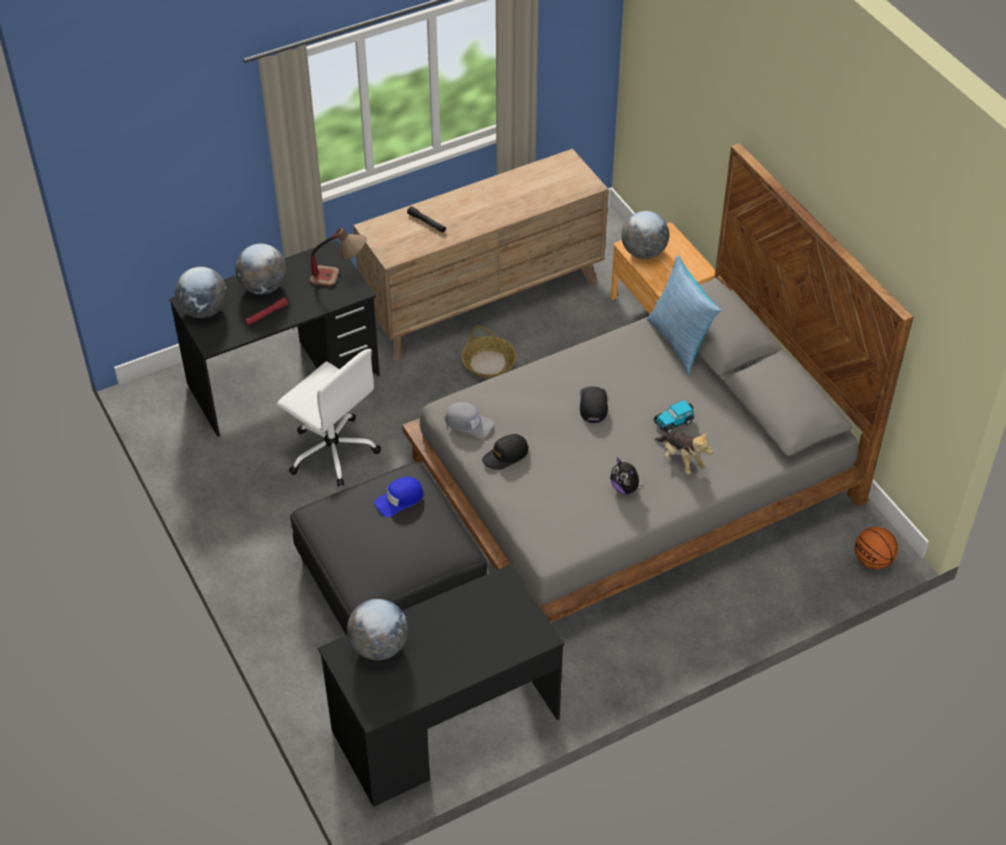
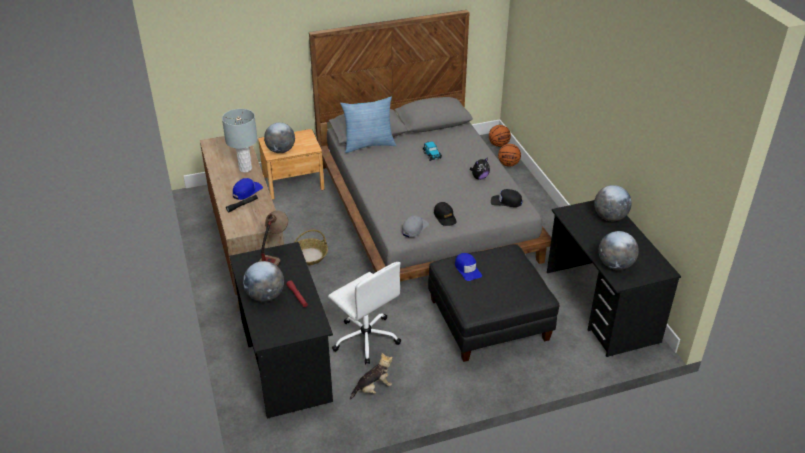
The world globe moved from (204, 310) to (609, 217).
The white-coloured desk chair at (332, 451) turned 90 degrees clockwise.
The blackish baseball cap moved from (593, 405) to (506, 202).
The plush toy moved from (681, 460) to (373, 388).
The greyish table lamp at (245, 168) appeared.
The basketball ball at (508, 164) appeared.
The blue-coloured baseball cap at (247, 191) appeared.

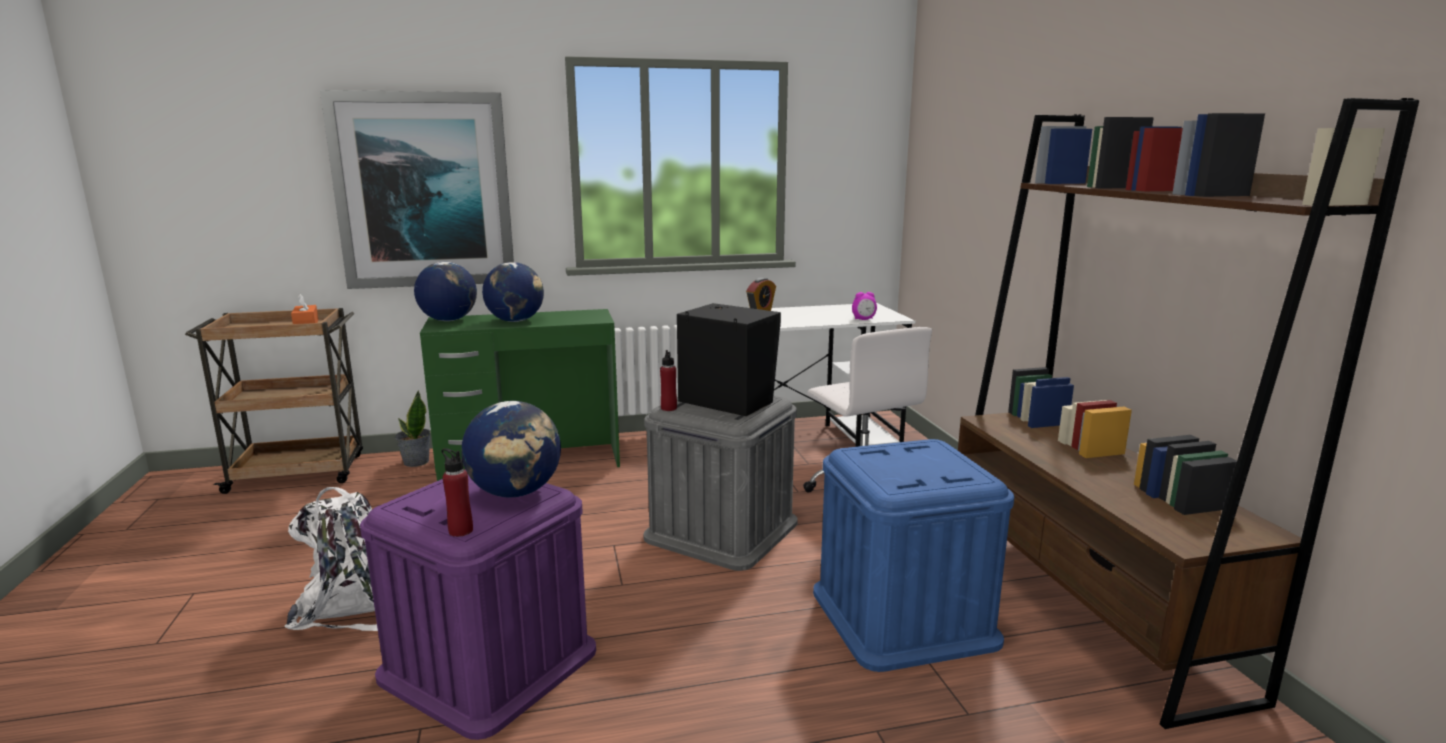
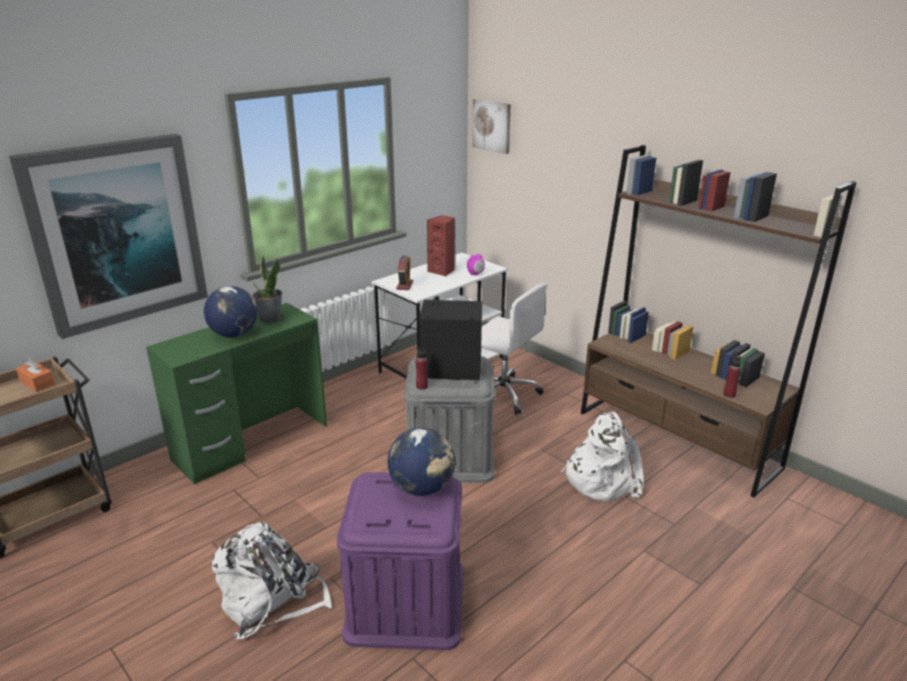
The world globe at (448, 320) disappeared.
The houseplant moved from (415, 462) to (270, 318).
The blue-coloured storage container at (903, 616) was replaced by the white-coloured backpack at (601, 479).
The red beverage bottle moved from (460, 531) to (729, 394).
The wall picture at (492, 125) appeared.
The red loudspeaker at (442, 271) appeared.

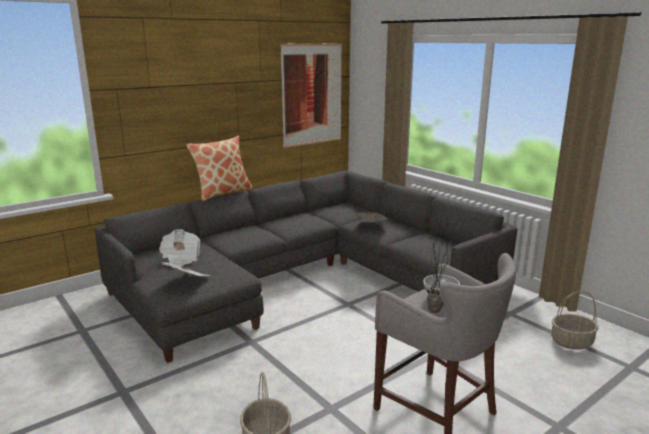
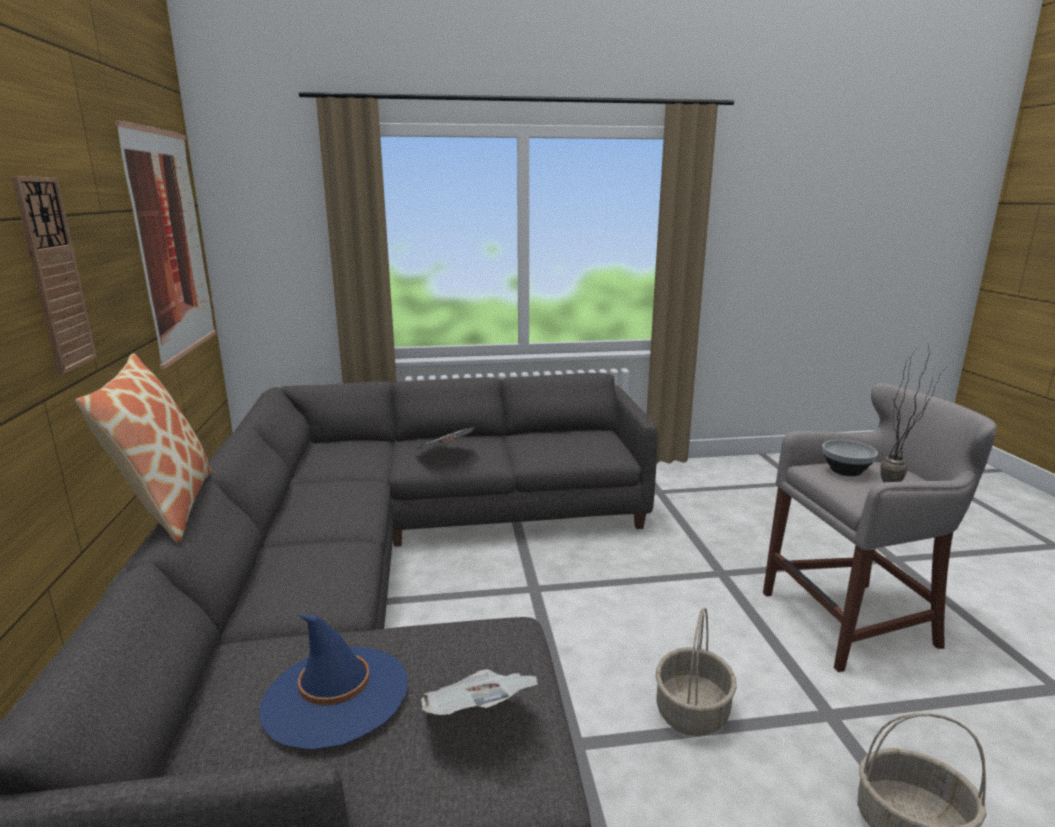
The newspaper at (180, 259) was replaced by the blue-coloured wearable hat at (335, 695).
The storage basket moved from (571, 342) to (692, 712).
The clock on the wall at (54, 275) appeared.

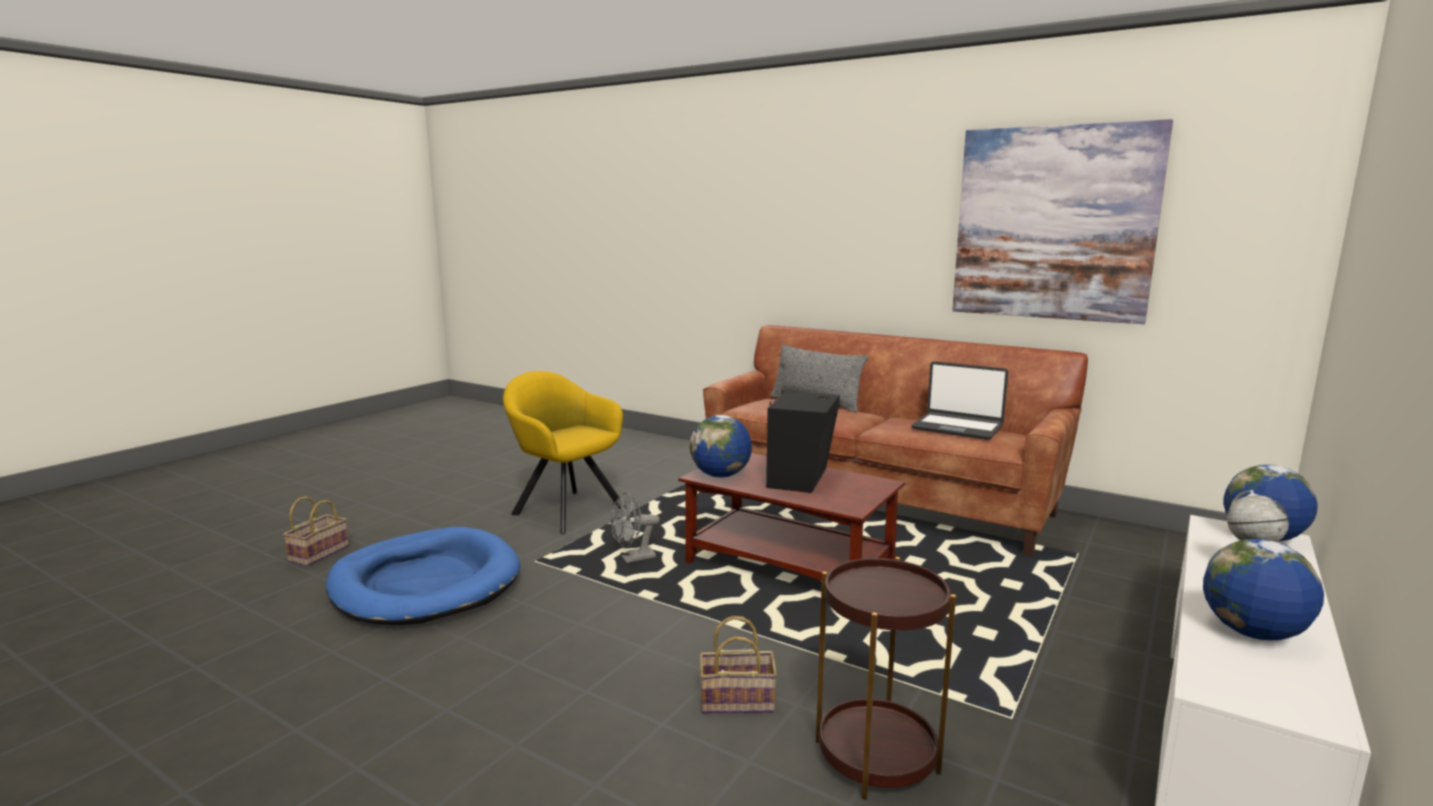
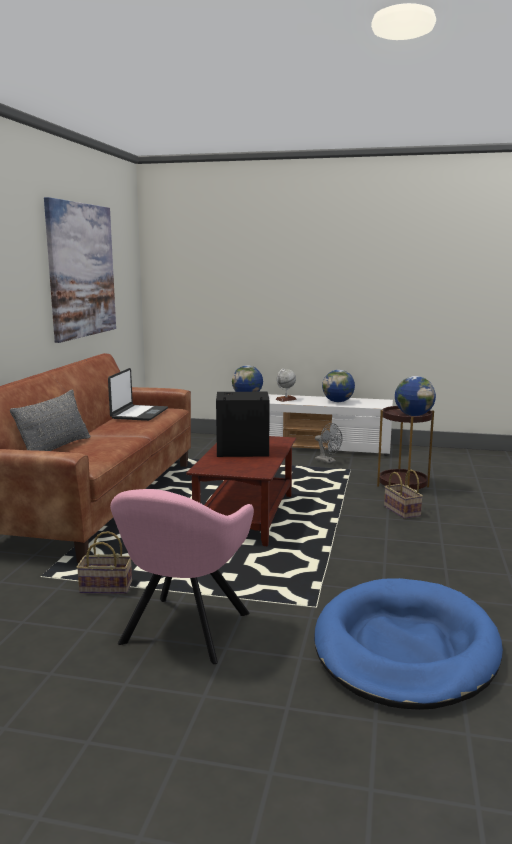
The yellow easy chair at (565, 509) became the pinkish easy chair at (182, 632).
The world globe moved from (721, 475) to (413, 415).
The greyish fan moved from (633, 559) to (328, 461).
The storage basket moved from (319, 553) to (104, 588).

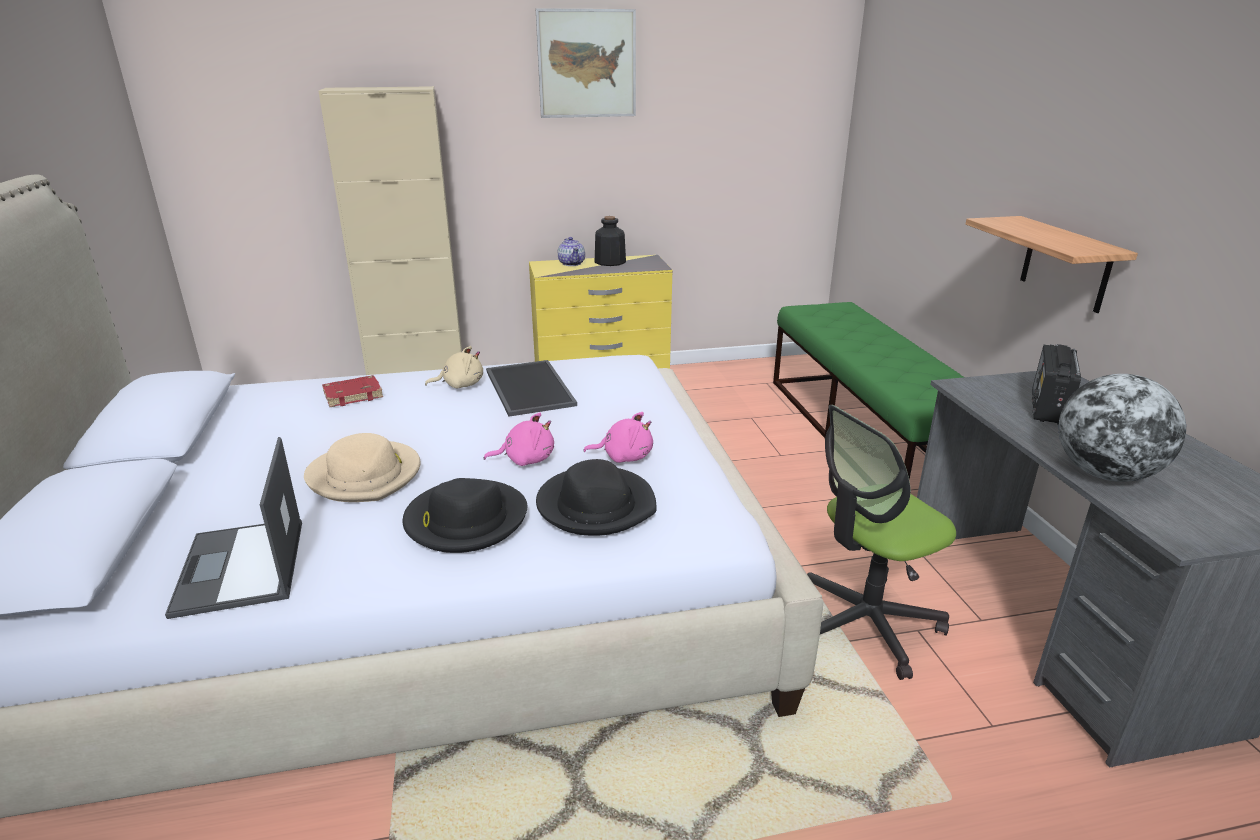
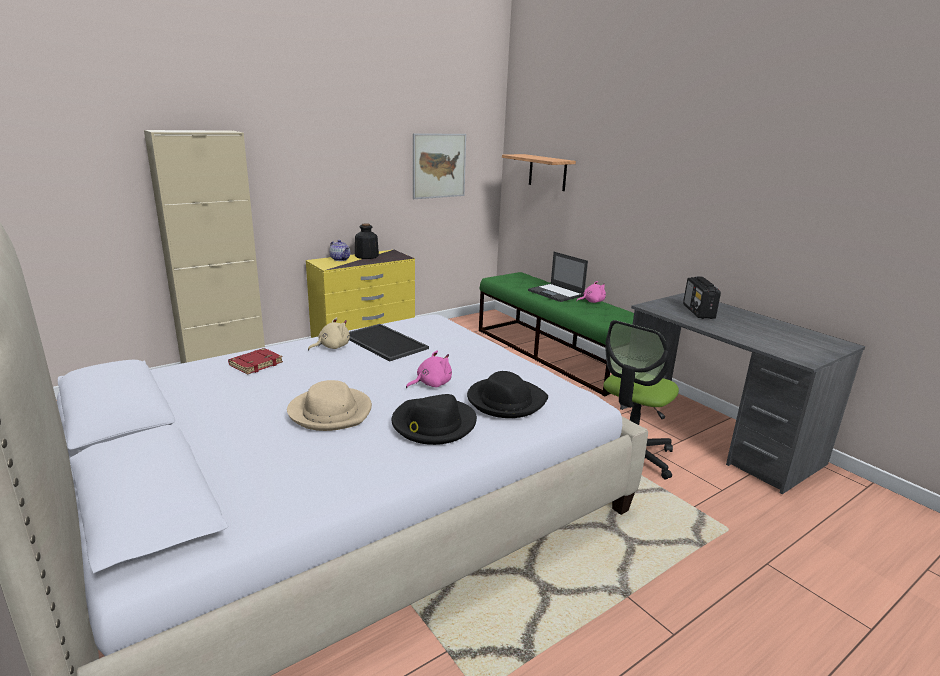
The wall picture moved from (587, 64) to (439, 166).
The wall shelf moved from (1065, 264) to (547, 172).
The world globe at (1105, 474) disappeared.
The pinkish plush toy moved from (624, 457) to (592, 301).
The notebook computer moved from (241, 568) to (556, 293).

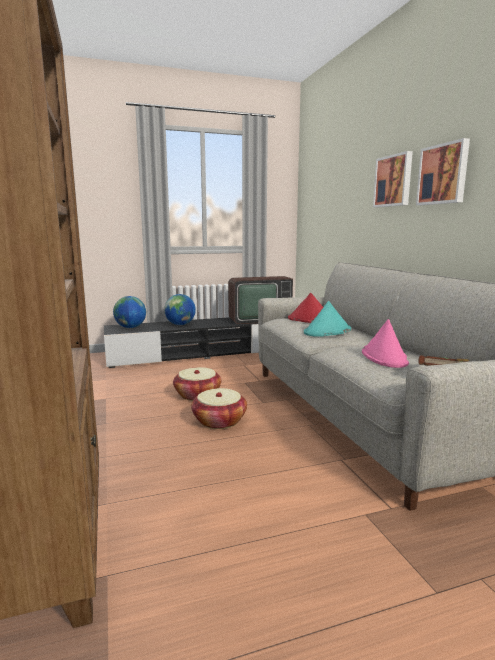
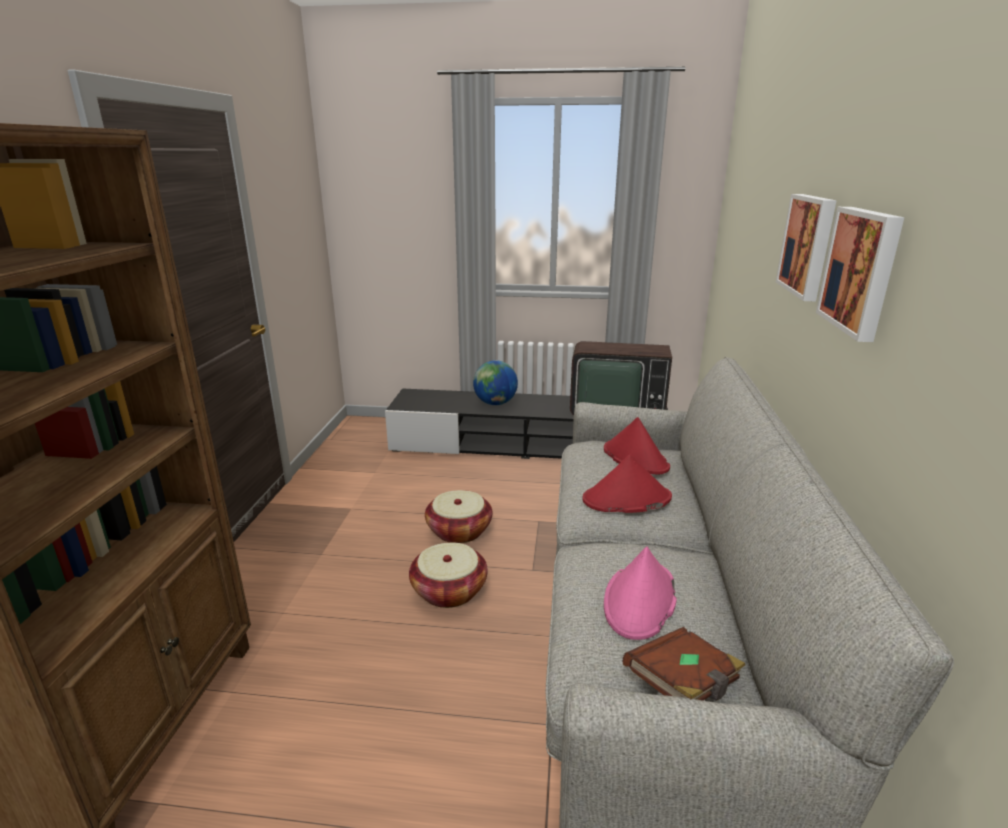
The world globe at (130, 327) disappeared.
The blue-green wearable hat at (327, 331) became the red wearable hat at (626, 499).

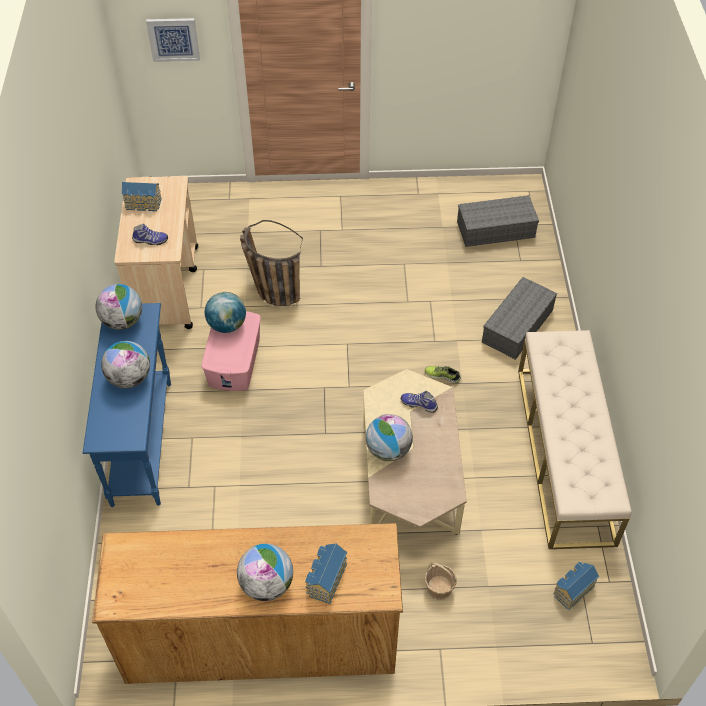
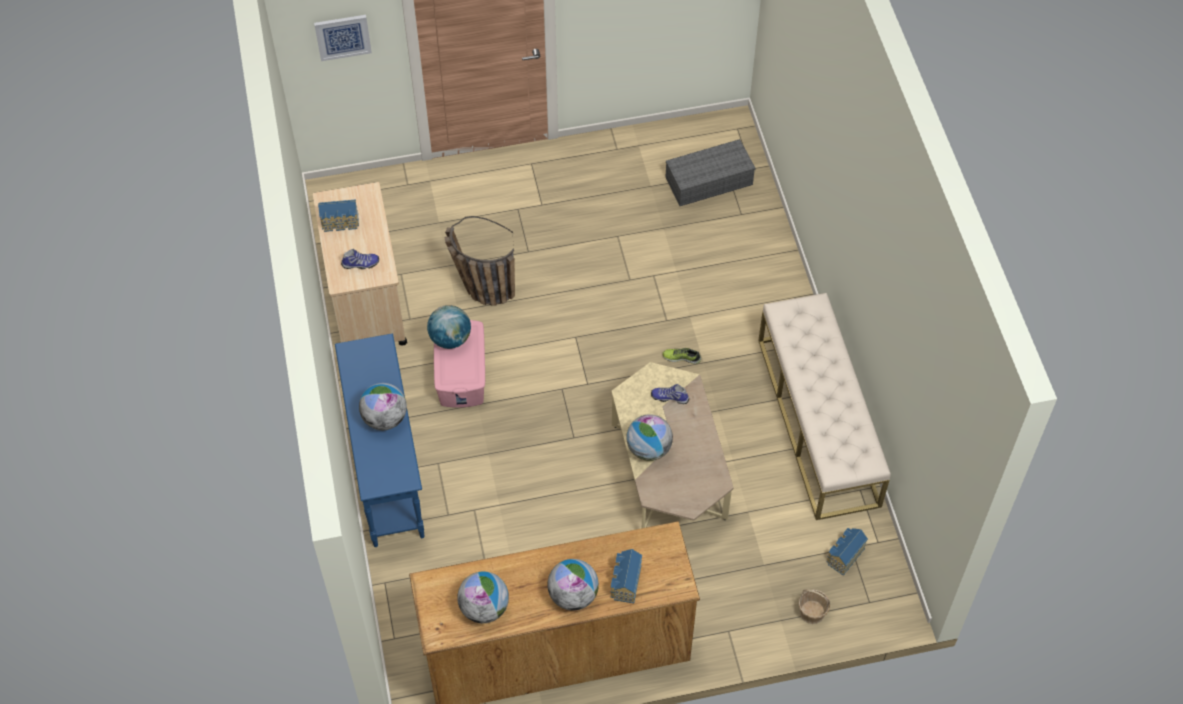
The greyish storage container at (517, 327) disappeared.
The world globe moved from (123, 321) to (484, 608).
The storage basket moved from (439, 588) to (812, 612).

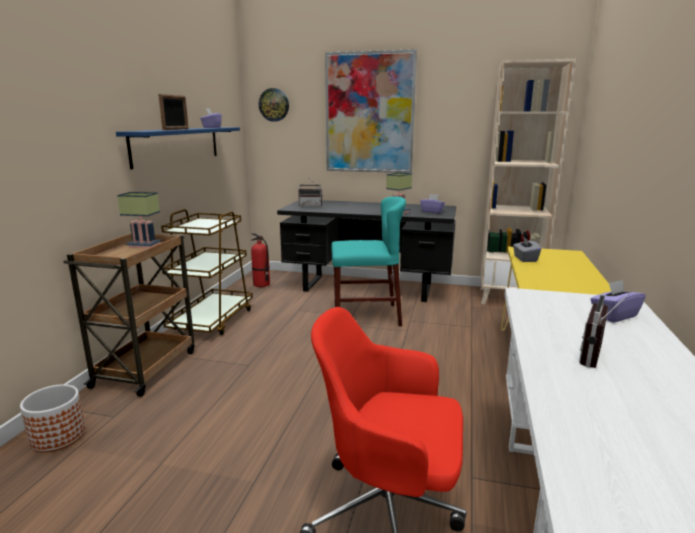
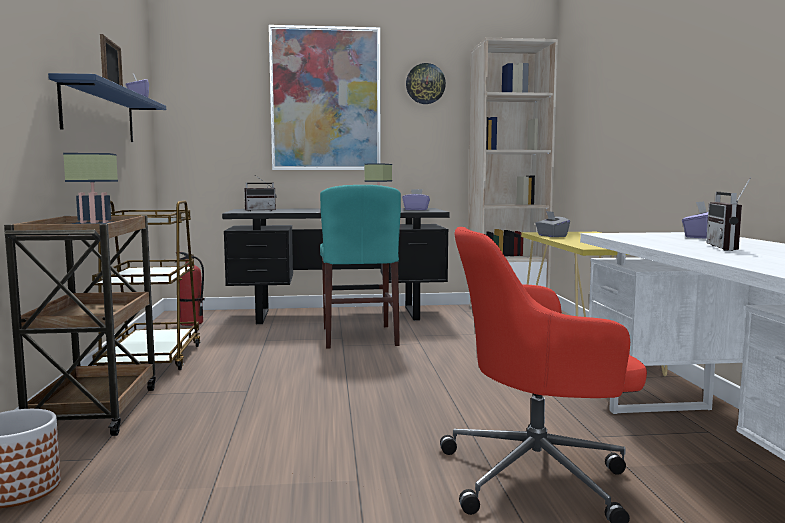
The clock on the wall moved from (274, 105) to (425, 83).
The blue-green upright chair at (366, 315) turned 105 degrees clockwise.

